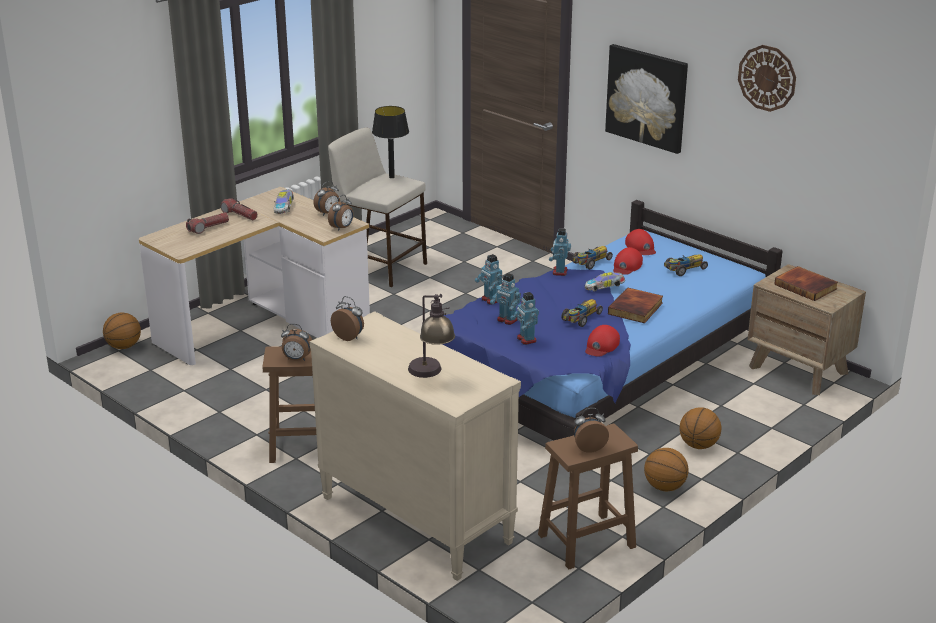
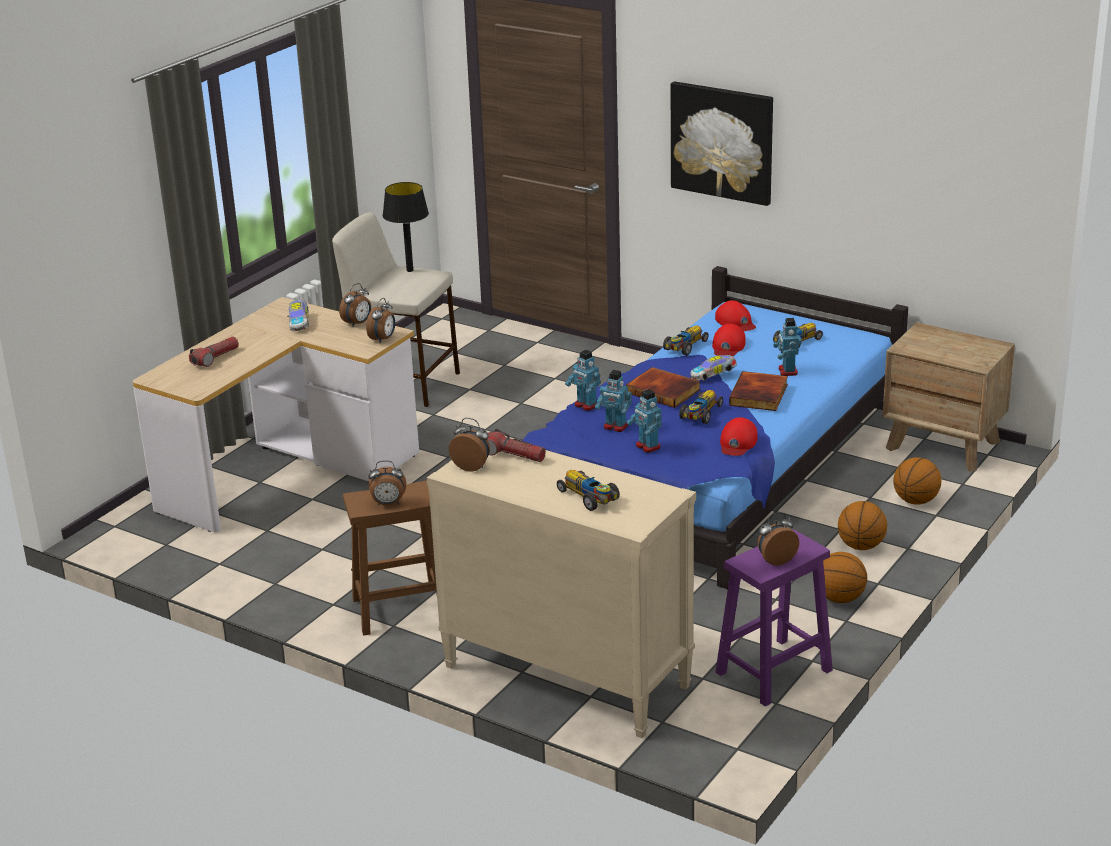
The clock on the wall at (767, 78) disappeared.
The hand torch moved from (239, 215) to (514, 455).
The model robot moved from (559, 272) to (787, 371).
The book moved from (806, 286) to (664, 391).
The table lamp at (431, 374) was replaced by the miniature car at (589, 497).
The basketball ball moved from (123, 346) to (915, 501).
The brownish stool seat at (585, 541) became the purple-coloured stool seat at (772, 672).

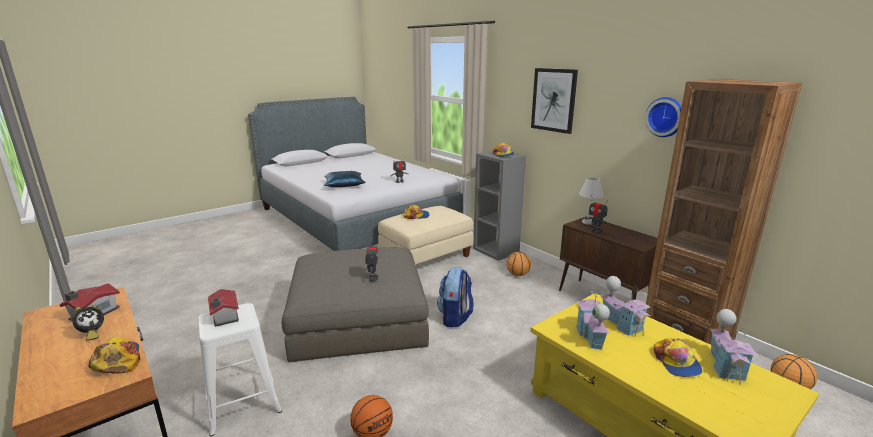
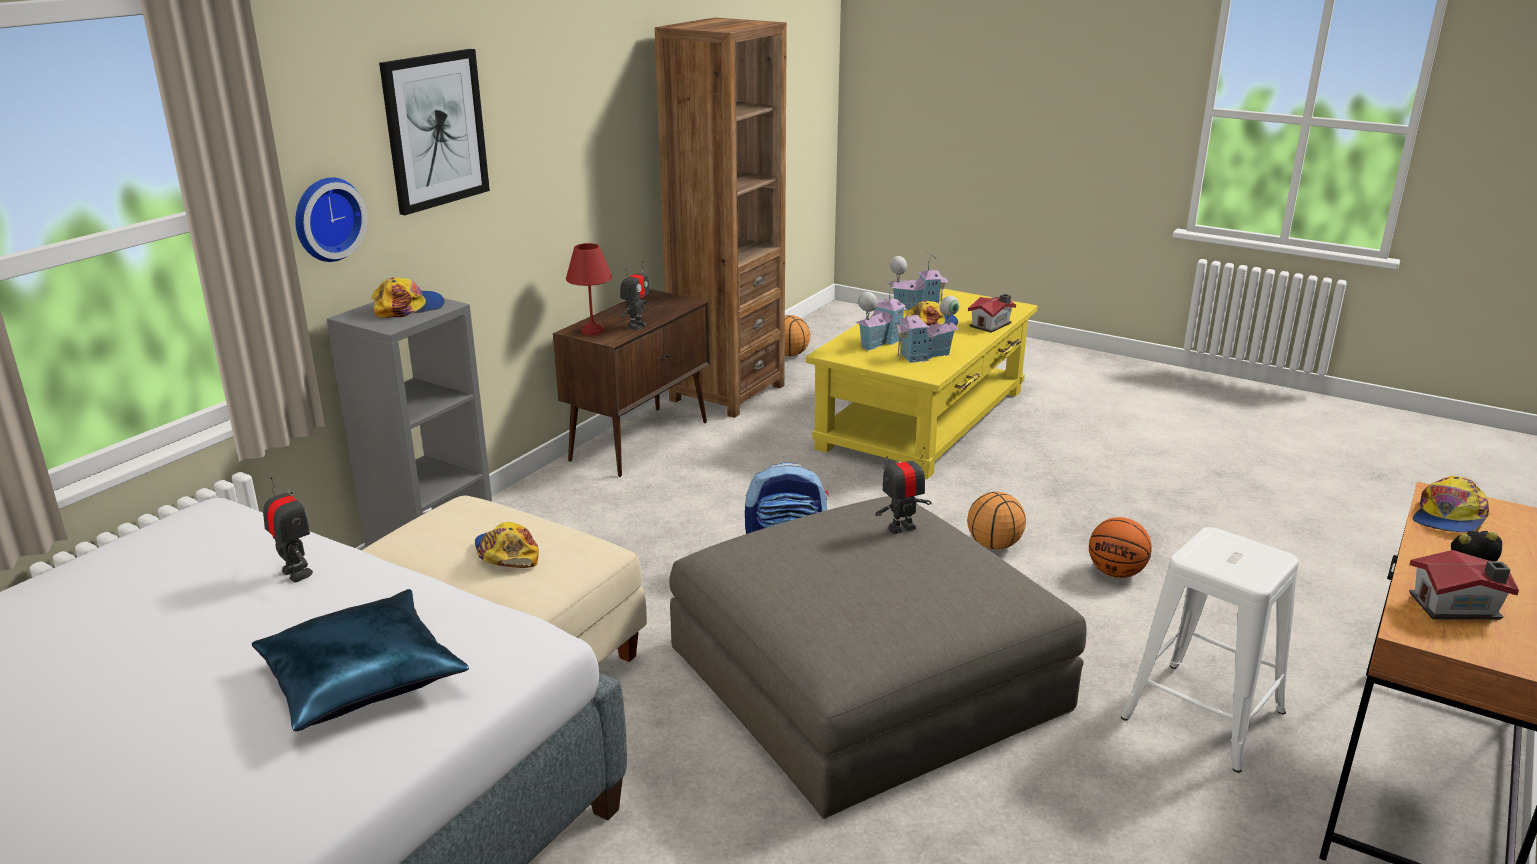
The clock on the wall moved from (666, 117) to (326, 218).
The white-coloured table lamp at (588, 222) became the red table lamp at (593, 331).
The basketball ball moved from (518, 274) to (994, 545).
The miniature house moved from (224, 317) to (992, 325).

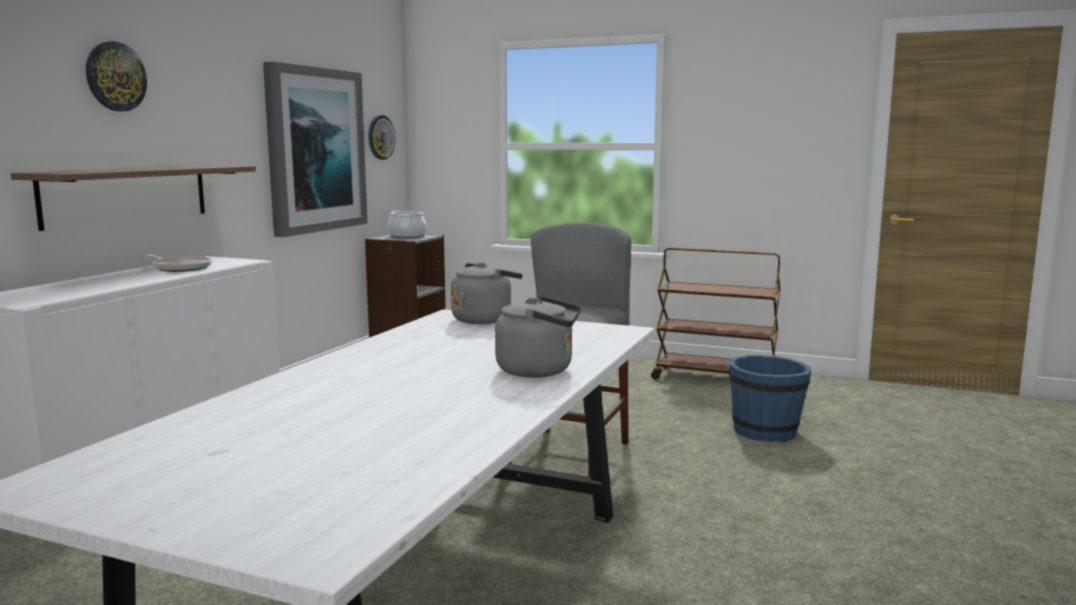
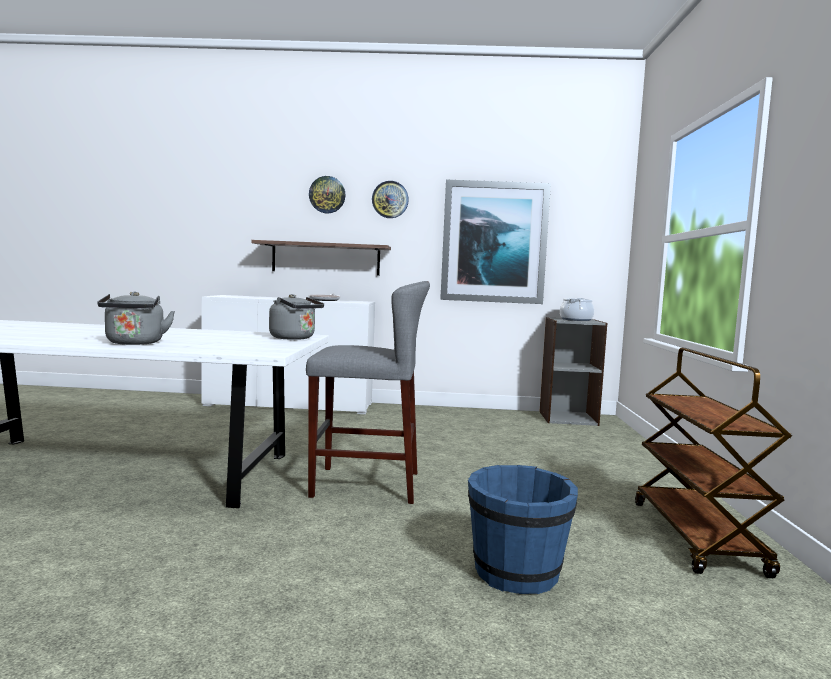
The clock on the wall moved from (380, 137) to (390, 199).

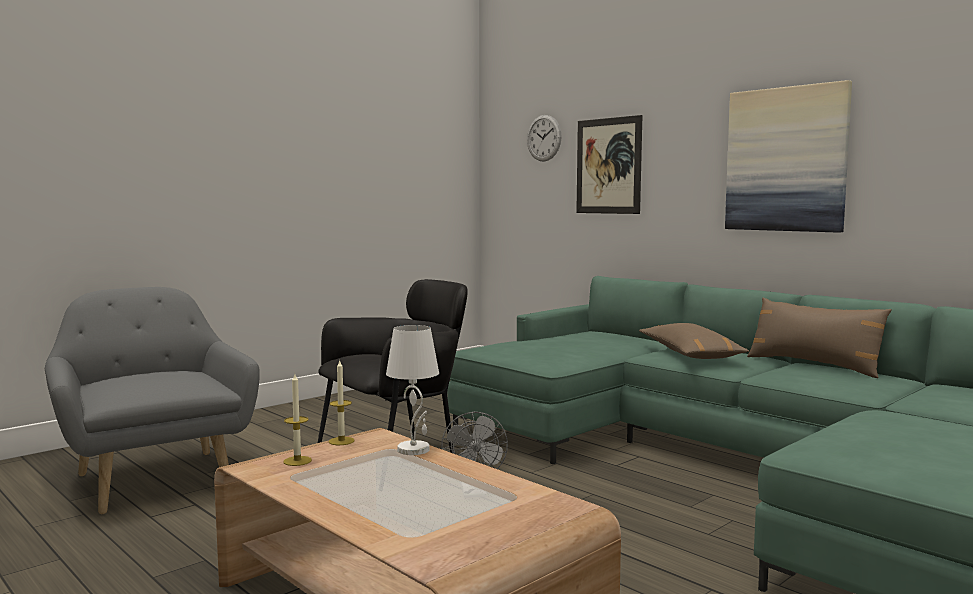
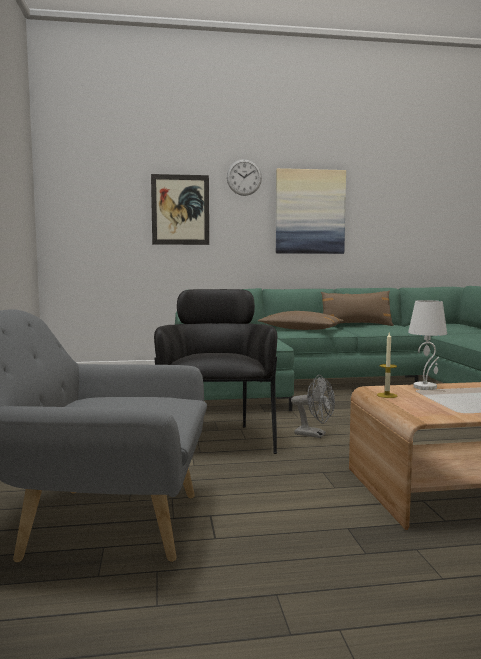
The clock on the wall moved from (544, 138) to (244, 177).
The wax candle at (297, 461) disappeared.

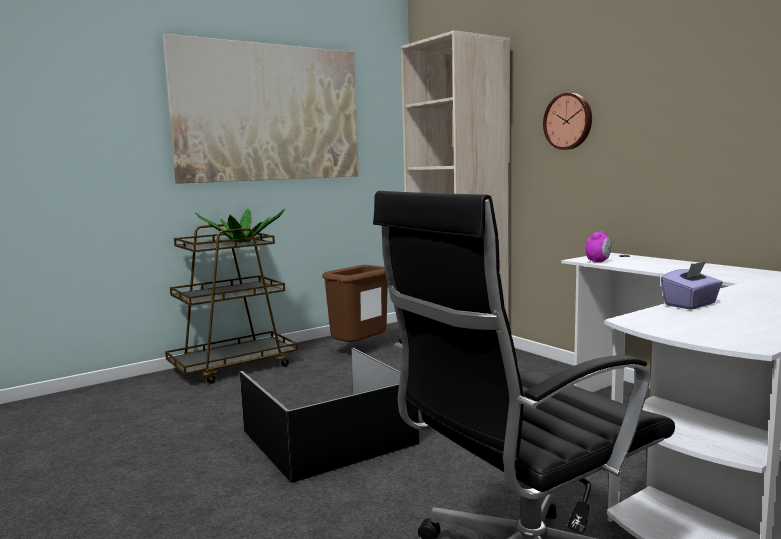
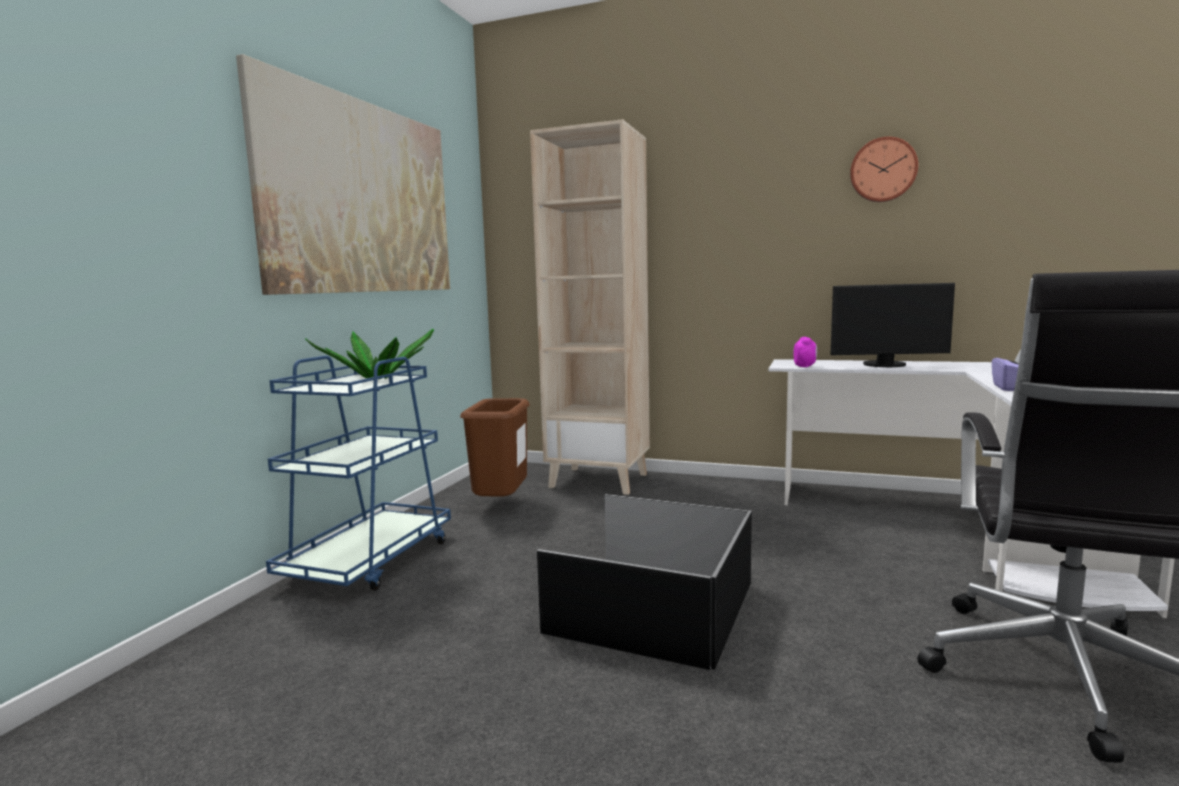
The clock on the wall moved from (569, 121) to (883, 170).
The brownish wheeled cart at (234, 367) became the blue-coloured wheeled cart at (370, 561).
The computer display at (886, 365) appeared.

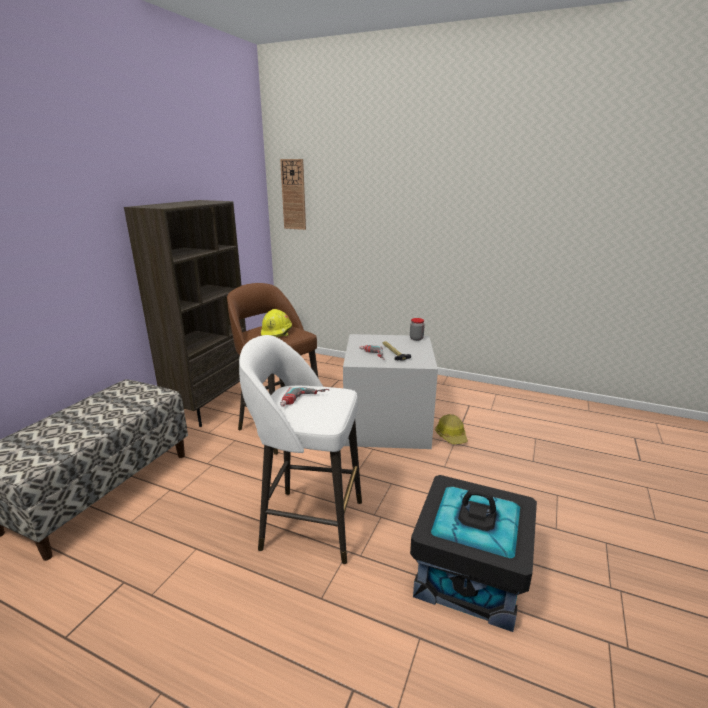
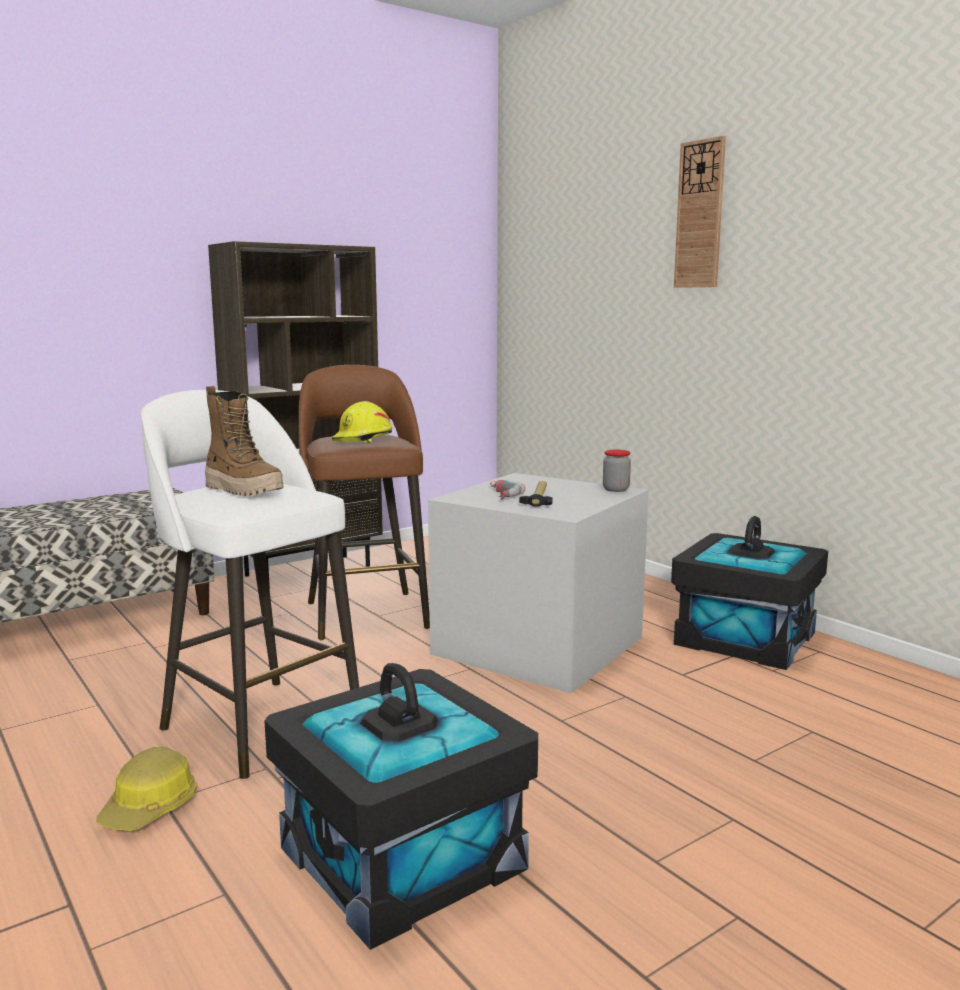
The clock on the wall moved from (293, 194) to (700, 214).
The drill at (304, 400) was replaced by the tall boot at (244, 490).
The safety helmet moved from (451, 436) to (150, 808).
The blackish storage container at (744, 638) appeared.

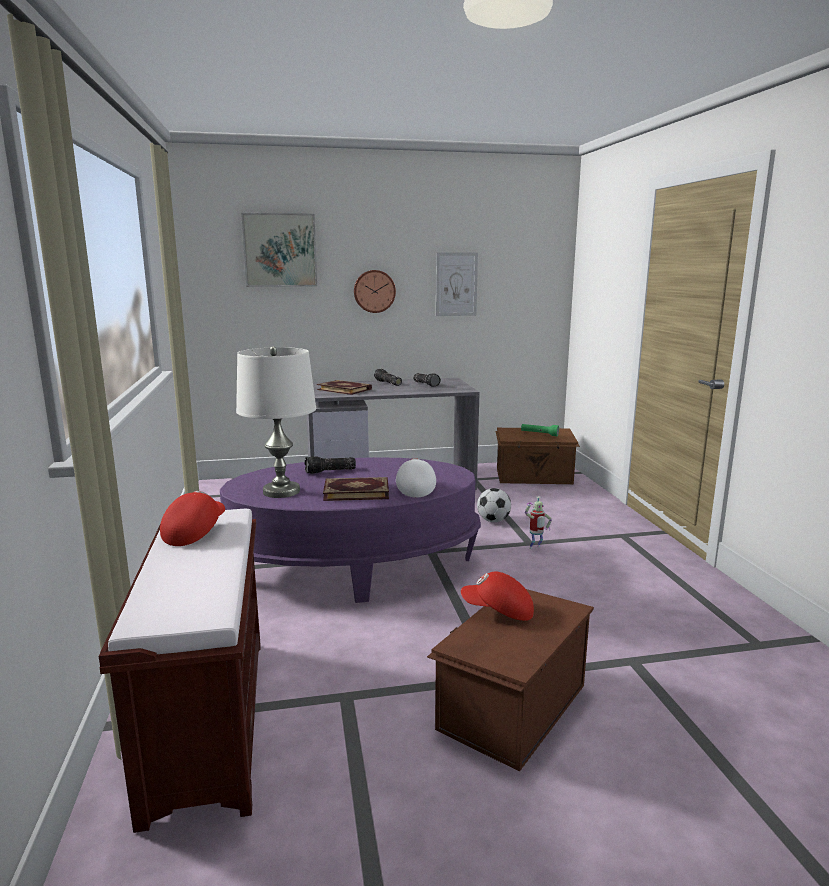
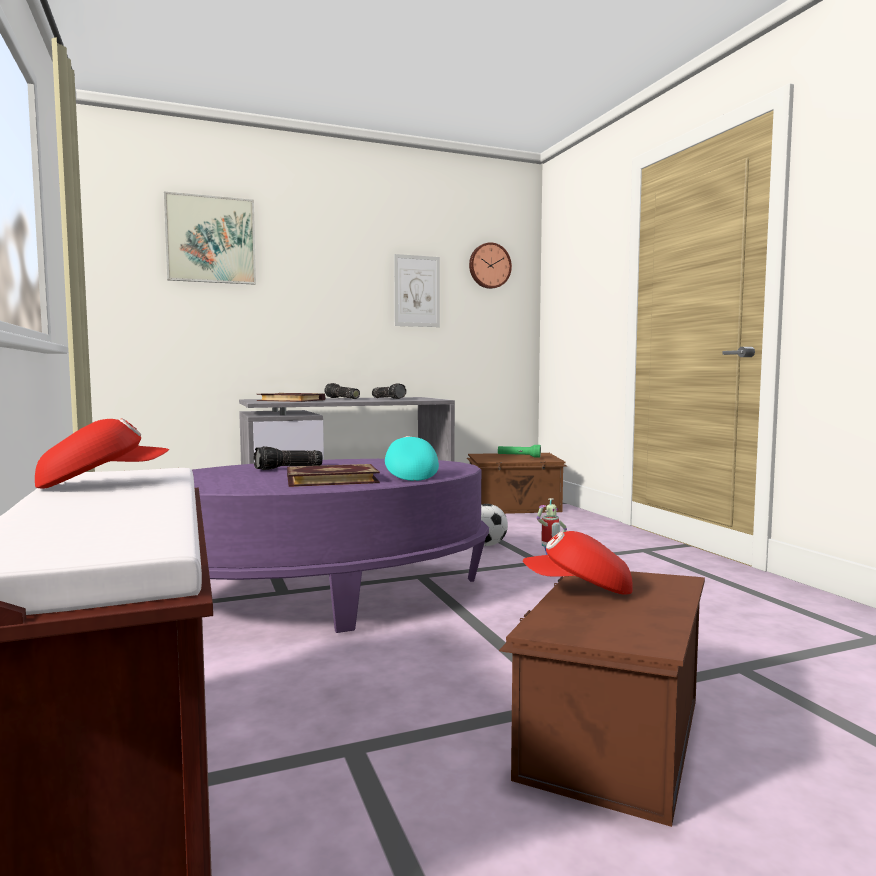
The clock on the wall moved from (374, 291) to (489, 266).
The white-coloured table lamp at (281, 491) disappeared.
The white-coloured baseball cap at (415, 489) became the blue-green baseball cap at (409, 476).
The red baseball cap at (194, 532) turned 60 degrees clockwise.

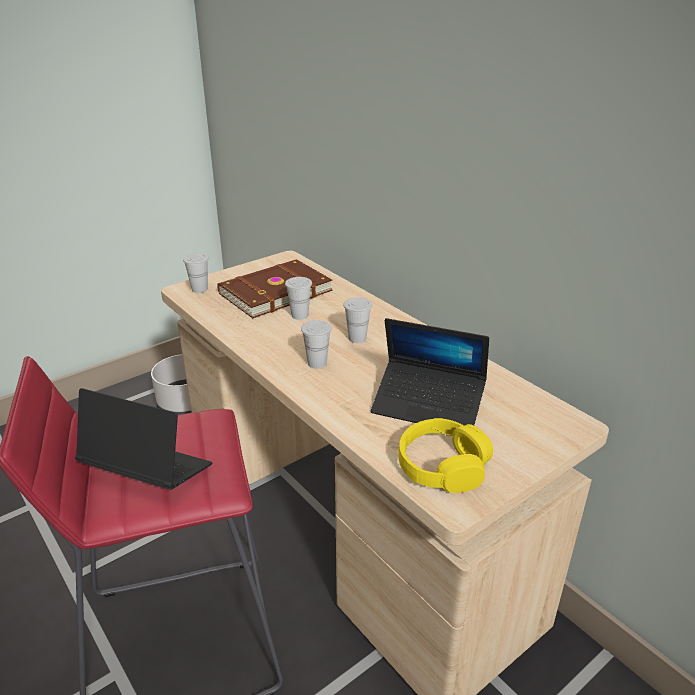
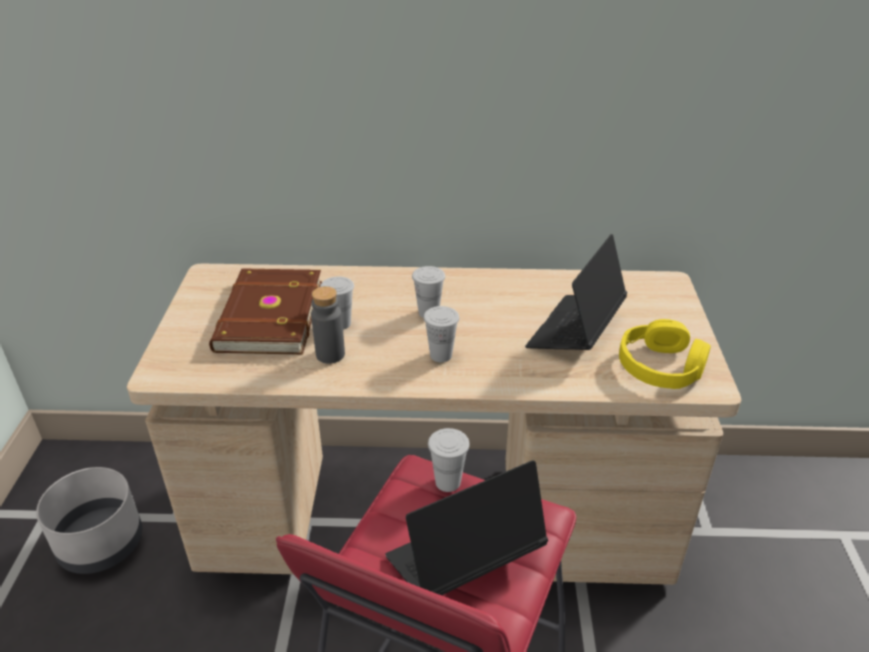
The white-coloured small cup moved from (199, 289) to (448, 482).
The notebook computer at (428, 405) turned 150 degrees clockwise.
The greyish beverage bottle at (330, 354) appeared.

